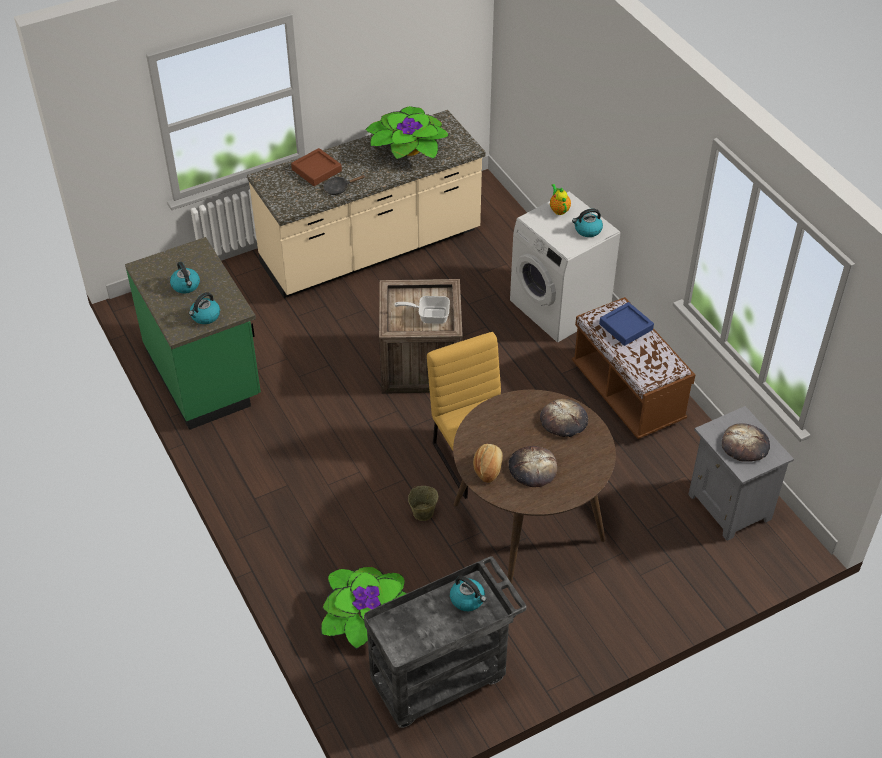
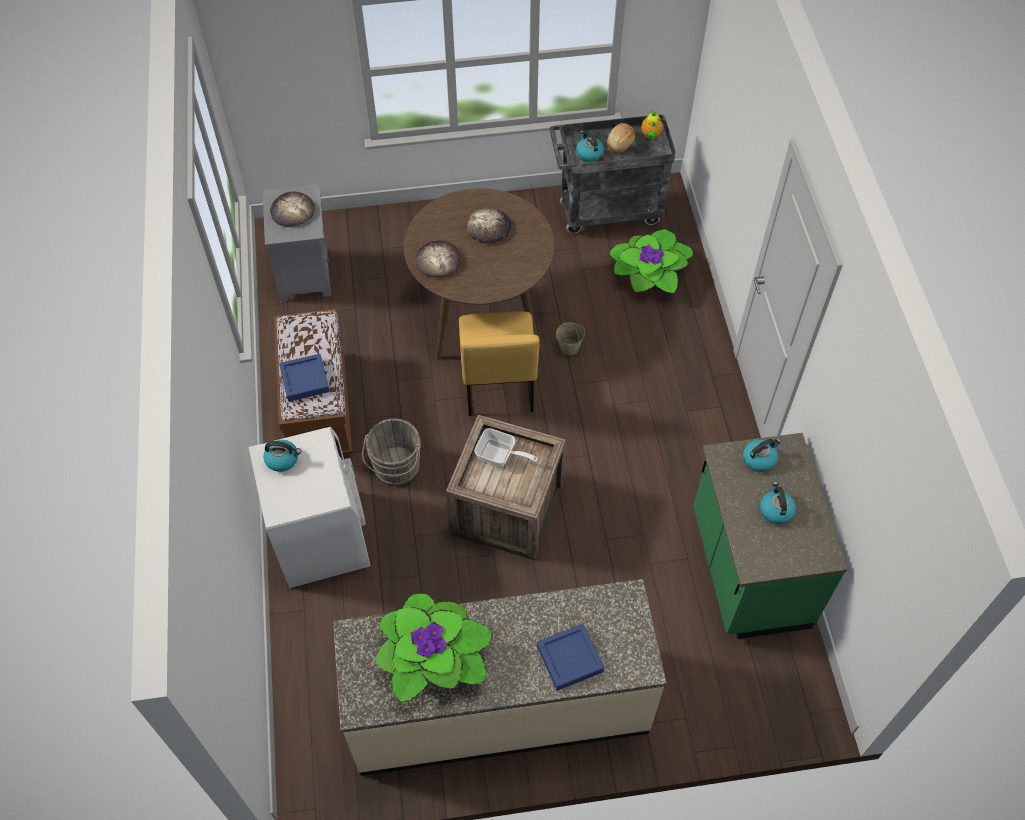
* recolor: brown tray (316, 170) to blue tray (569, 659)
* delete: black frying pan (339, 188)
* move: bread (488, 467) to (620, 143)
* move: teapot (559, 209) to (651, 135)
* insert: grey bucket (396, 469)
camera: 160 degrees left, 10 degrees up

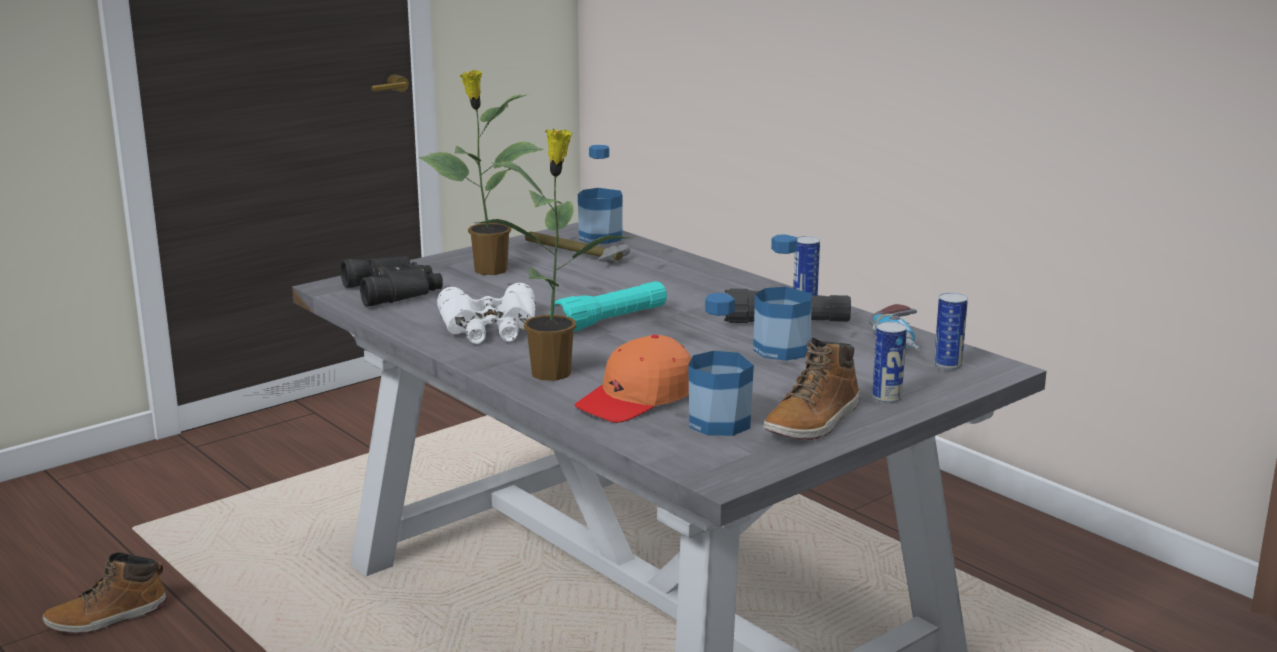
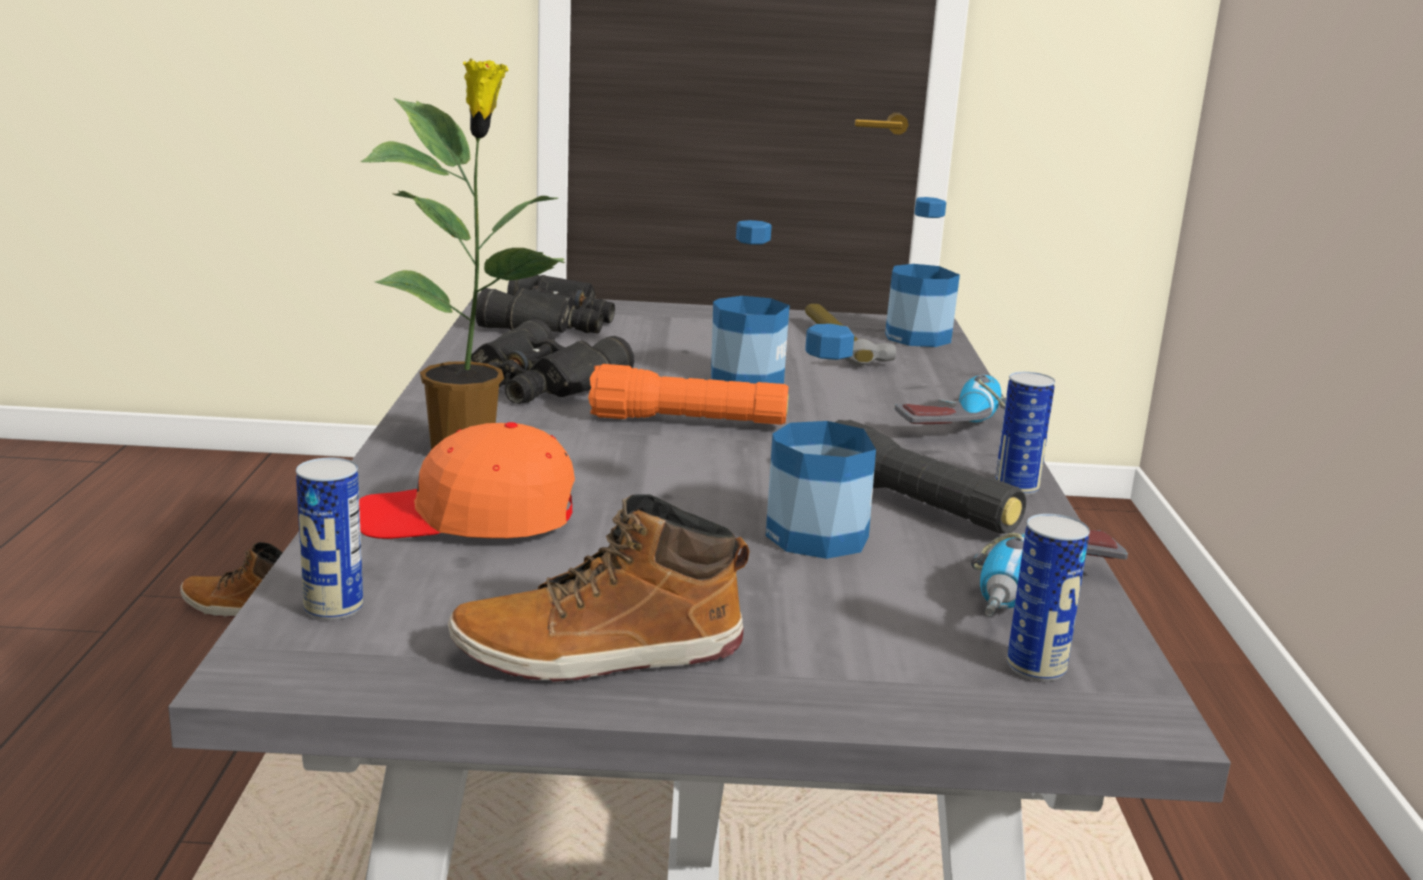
* delete: potted plant (488, 270)
* recolor: white binoculars (490, 328) to black binoculars (538, 385)
* recolor: turquoise flashlight (610, 321) to orange flashlight (688, 422)
* move: bottle (719, 423) to (747, 380)
* move: can (886, 398) to (333, 608)
* insert: power drill (953, 421)
camera: 40 degrees right, 0 degrees up

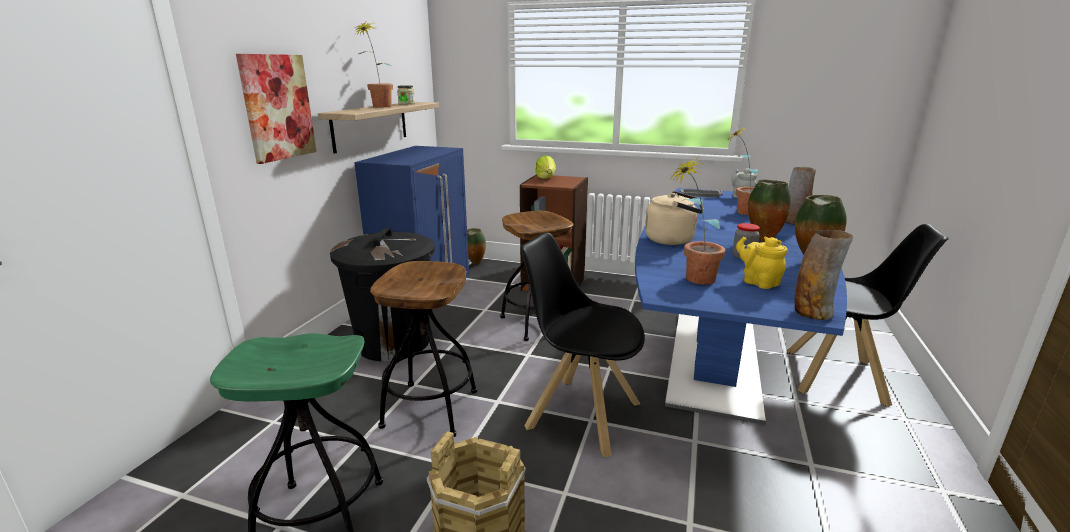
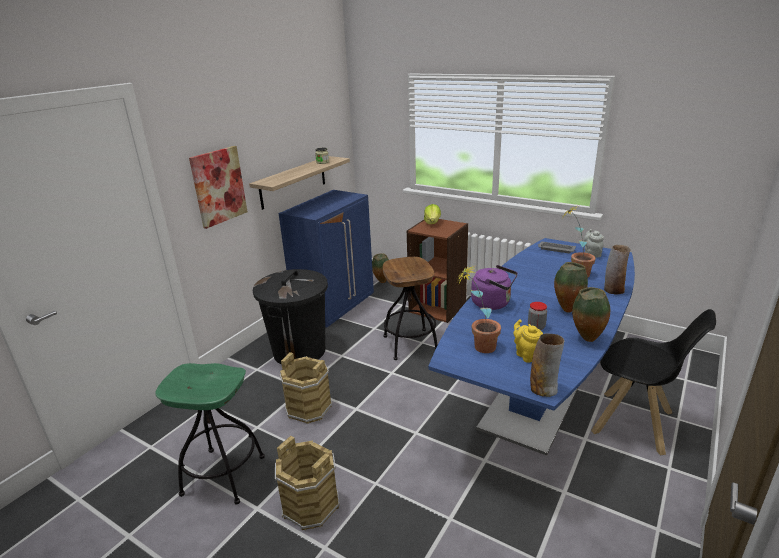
* delete: potted plant (379, 107)
* replace: brown stool (430, 408) to brown bucket (309, 407)
* delete: black chair (580, 413)
* recolor: beige kettle (673, 240) to purple kettle (493, 303)
camera: 15 degrees right, 5 degrees up

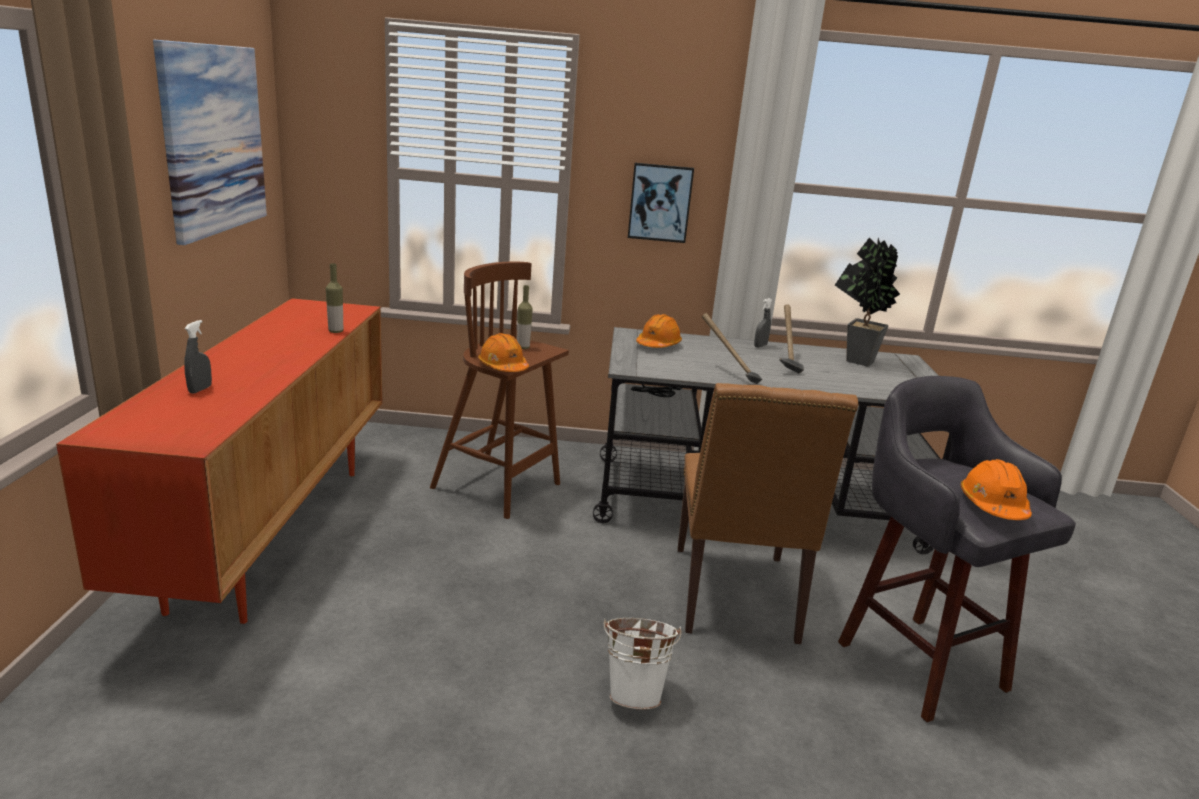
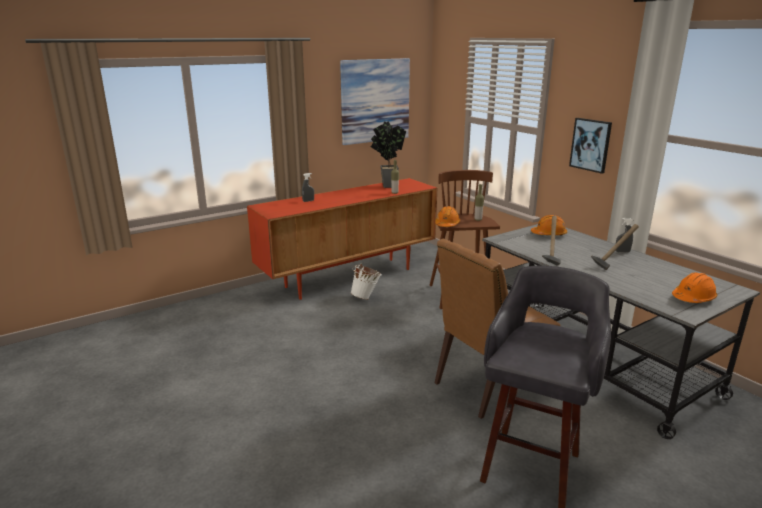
* move: white bucket (635, 693) to (366, 297)
* move: potted plant (856, 361) to (386, 185)
* move: orange hard hat (993, 505) to (693, 298)
camera: 55 degrees right, 0 degrees up

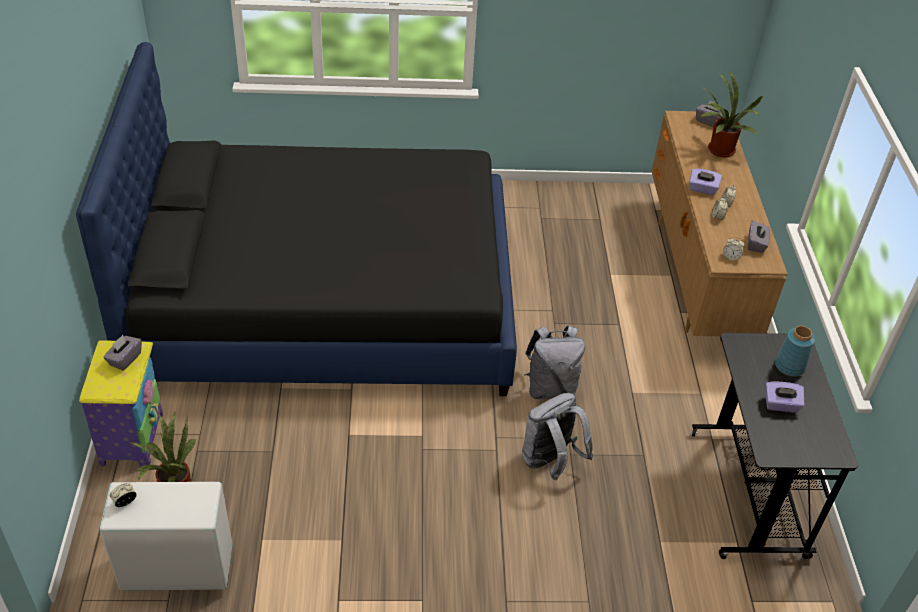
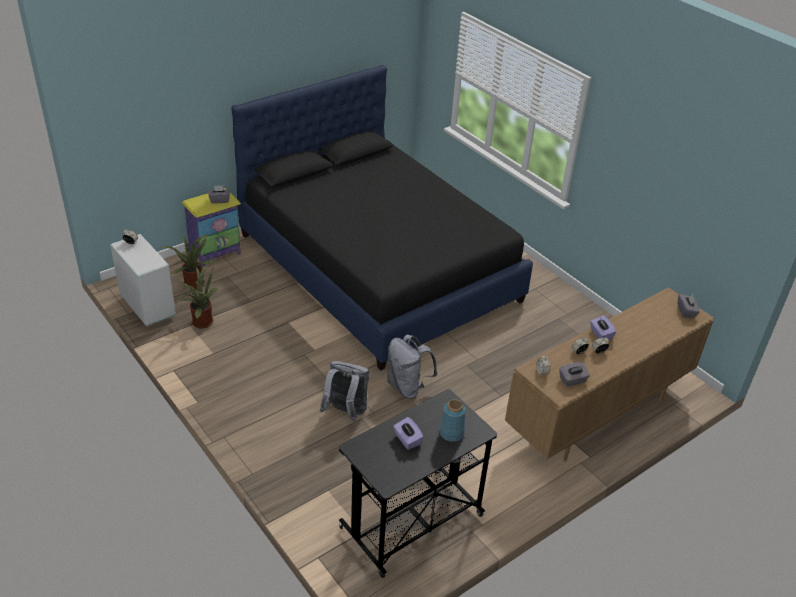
* move: potted plant (718, 151) to (200, 321)
camera: 55 degrees right, 5 degrees down

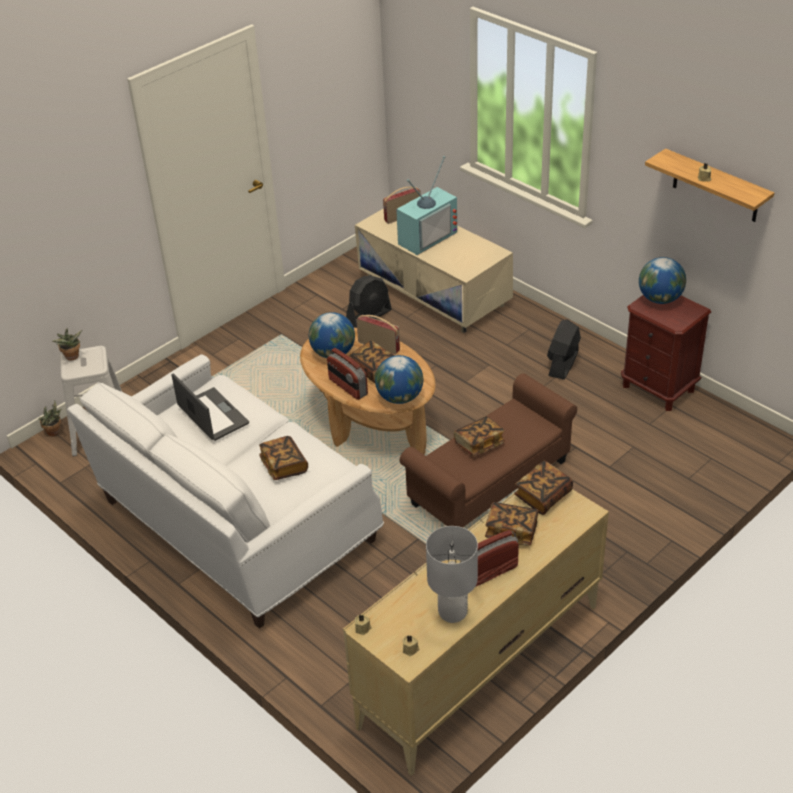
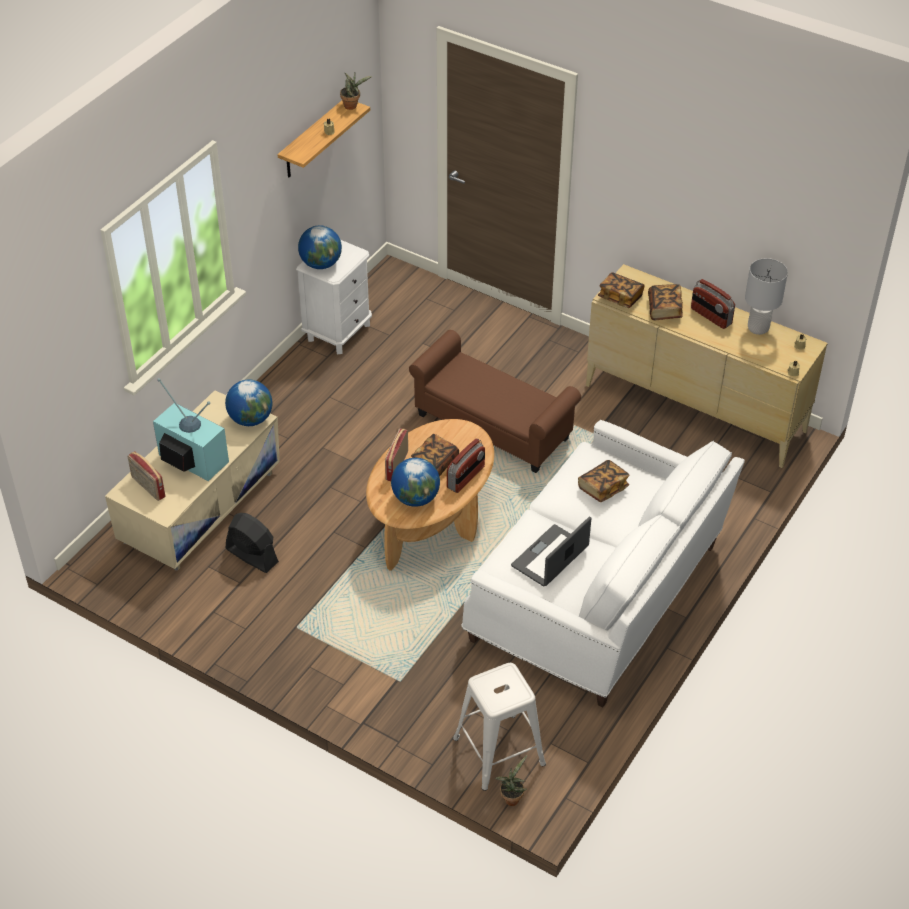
* move: potted plant (72, 358) to (352, 105)
* move: globe (400, 397) to (251, 419)
* delete: book (479, 444)
* delete: black fan (563, 363)
* recolor: brown nightstand (658, 388) to white nightstand (338, 332)
camera: 105 degrees left, 5 degrees up

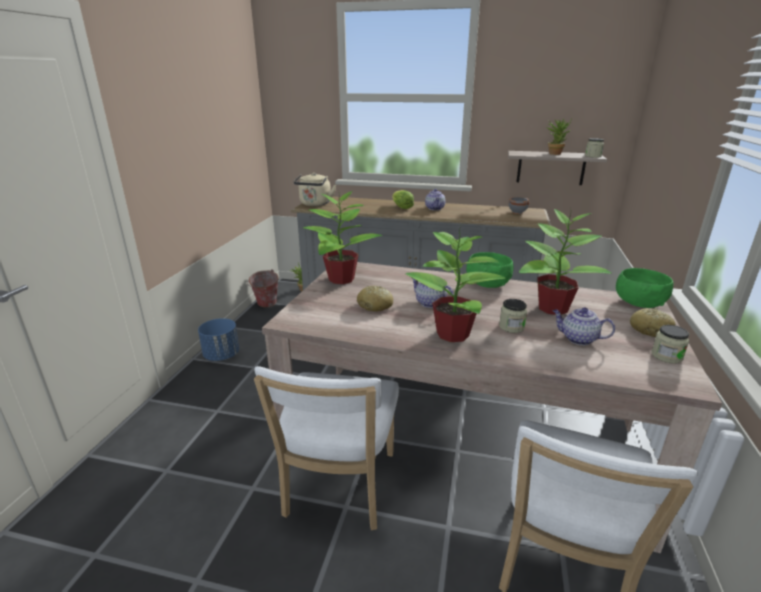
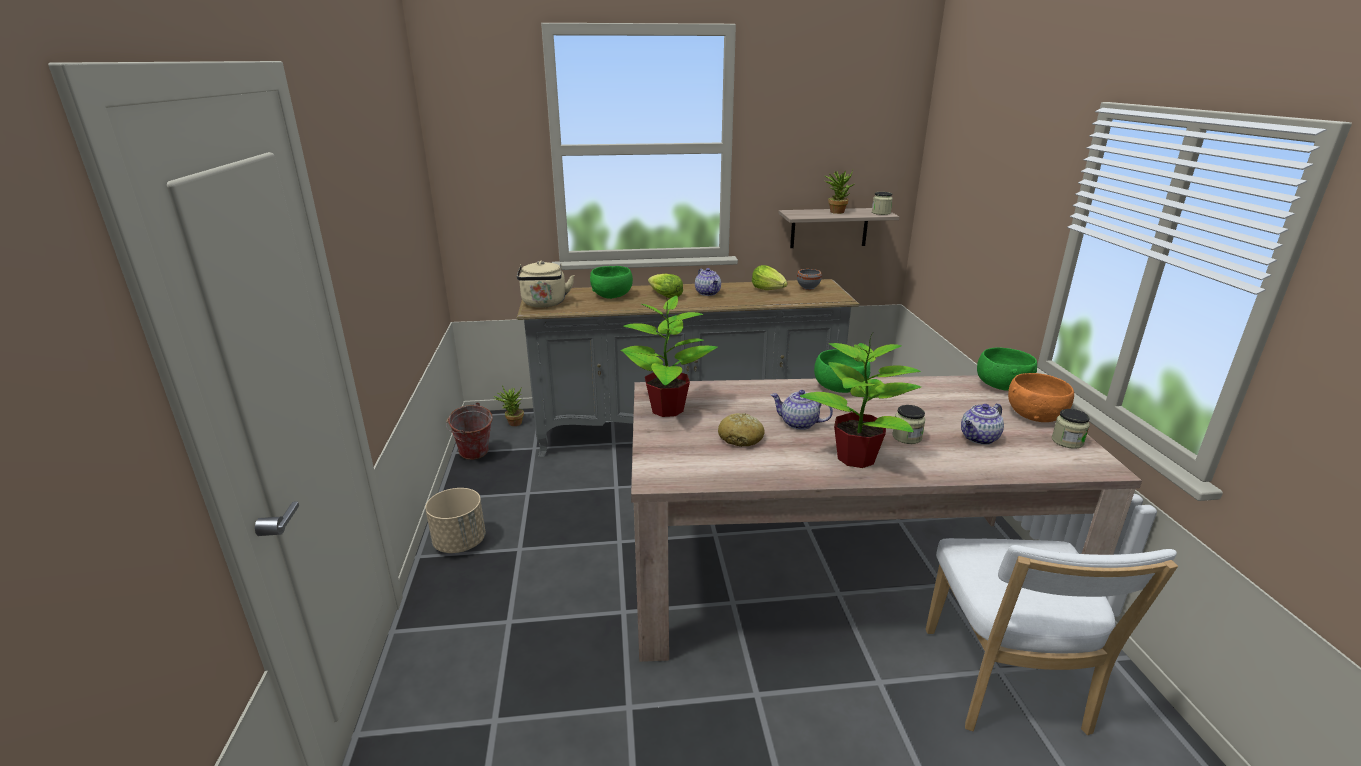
* recolor: blue planter (222, 355) to beige planter (460, 542)
* delete: white chair (338, 488)
* delete: potted plant (551, 308)
* rotate: teapot (578, 339) = (979, 438) 45 degrees counterclockwise
* replace: bread (651, 330) to orange bowl (1034, 415)
* insert: green bowl (612, 295)
* insert: lettuce (769, 289)
camera: 20 degrees left, 0 degrees up

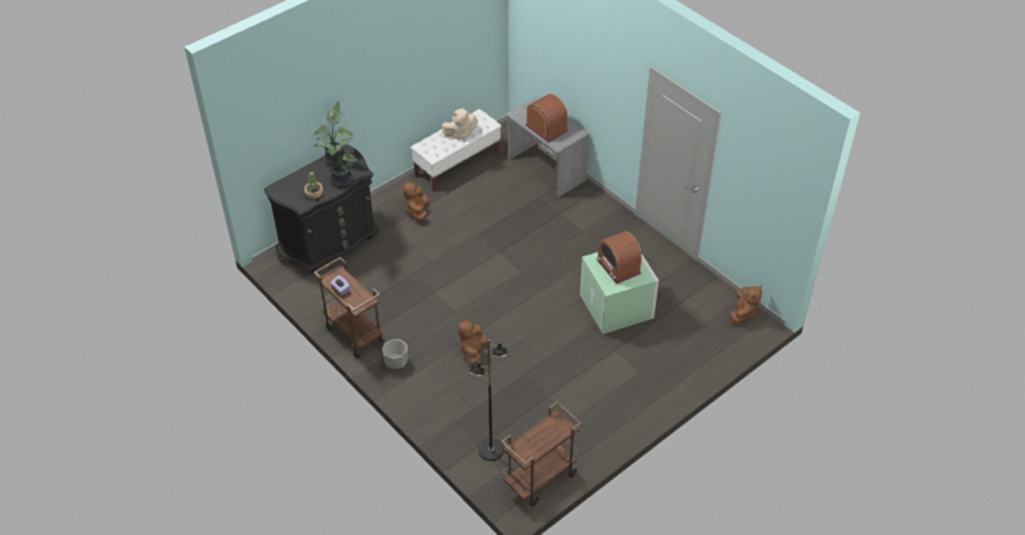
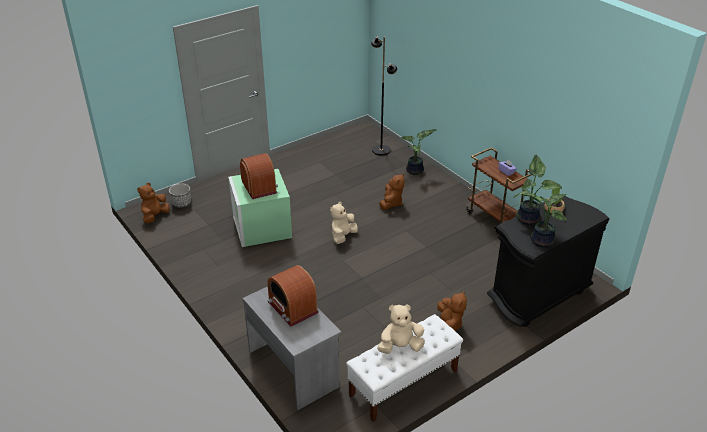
* move: planter (396, 362) to (181, 203)
* delete: brown cart (539, 481)
* insert: beige plush toy (343, 236)
* insert: potted plant (416, 171)
camera: 175 degrees left, 10 degrees down

